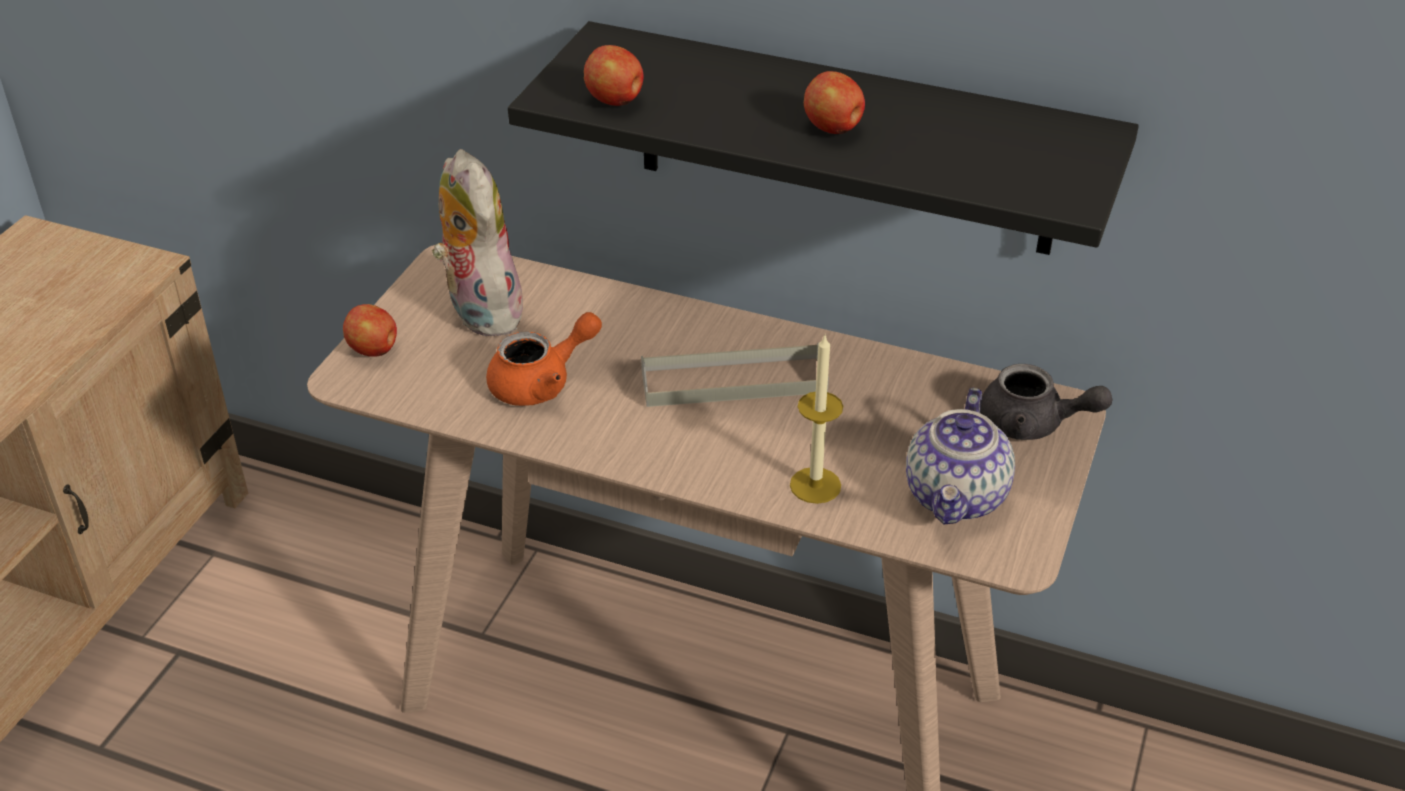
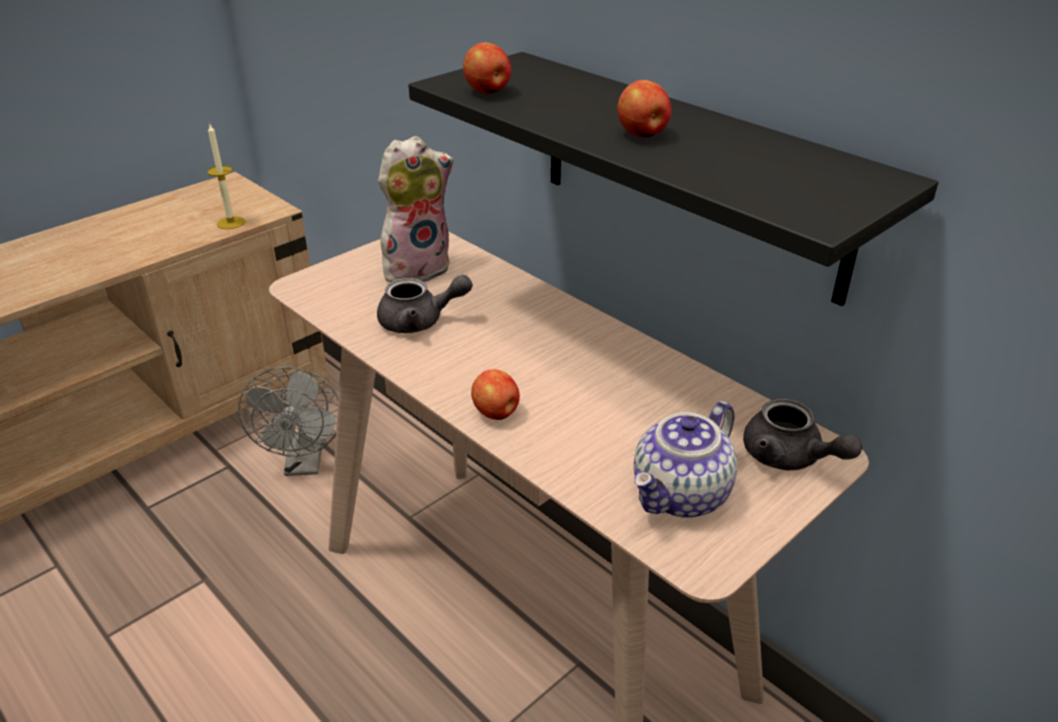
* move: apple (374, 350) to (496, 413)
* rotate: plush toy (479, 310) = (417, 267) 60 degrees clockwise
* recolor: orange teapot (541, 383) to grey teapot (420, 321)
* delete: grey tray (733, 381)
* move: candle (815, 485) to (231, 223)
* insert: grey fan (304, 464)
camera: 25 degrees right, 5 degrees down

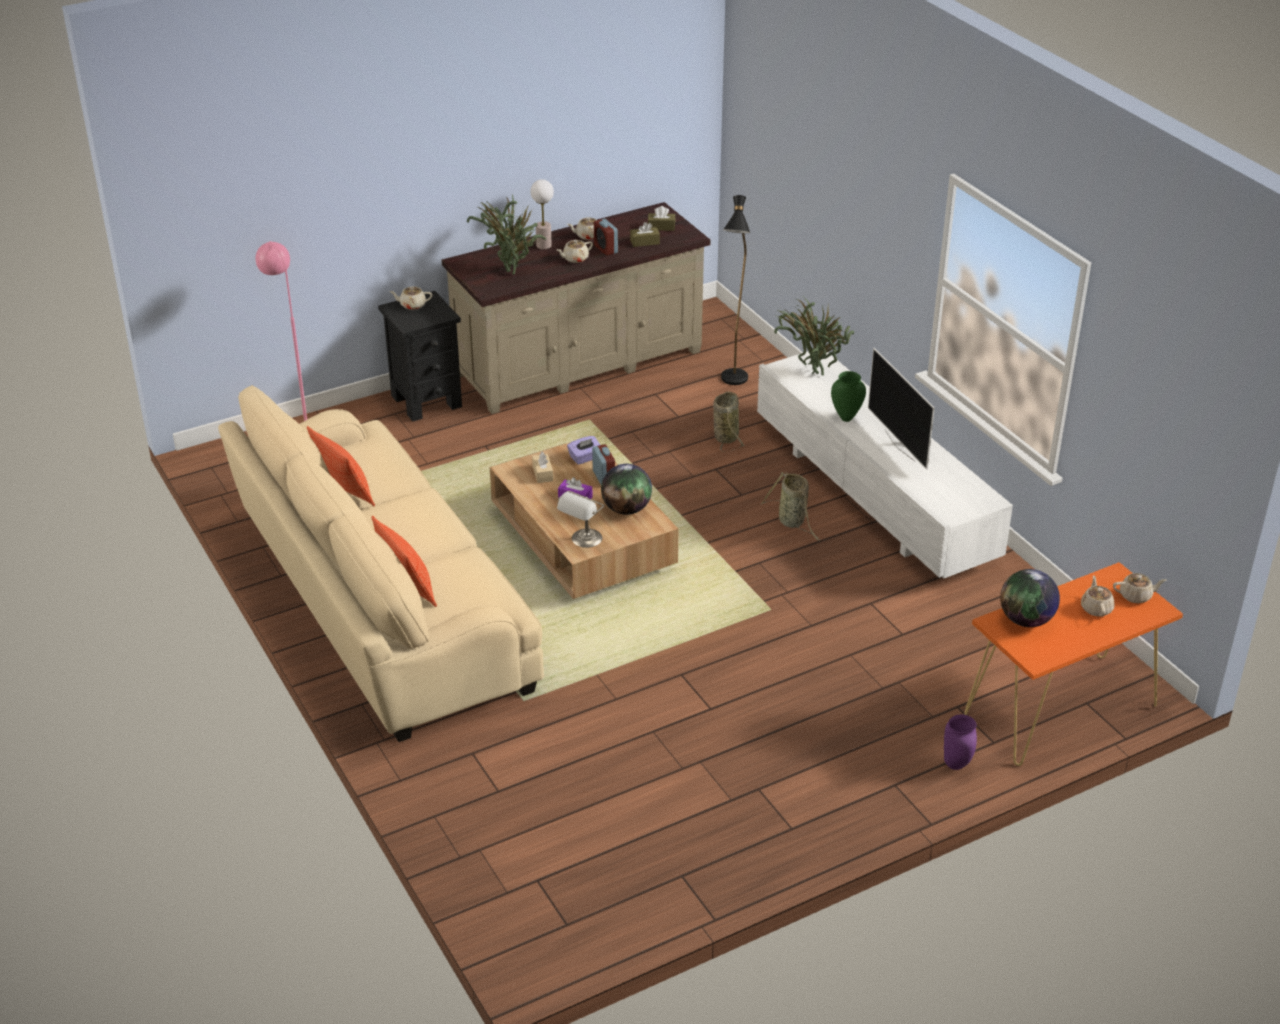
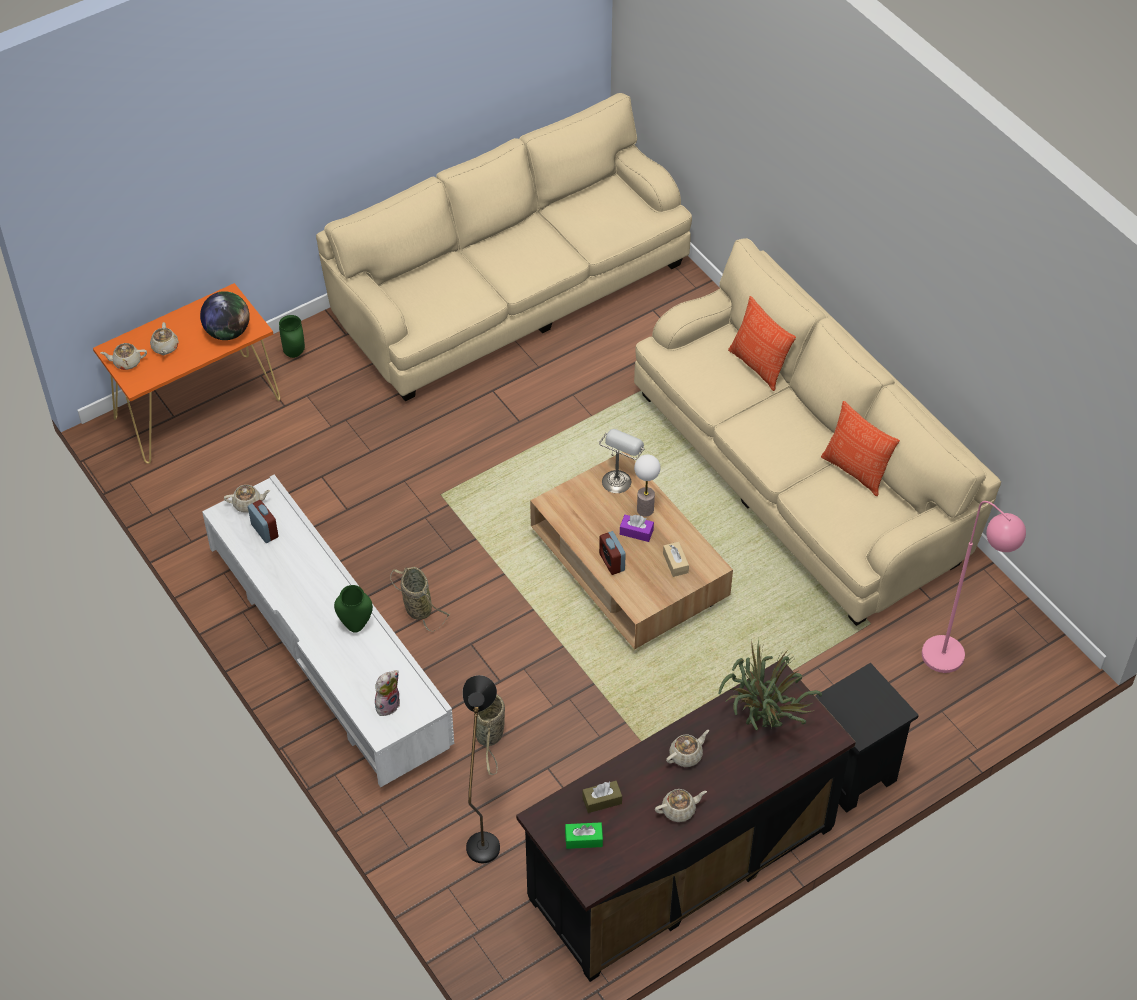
* move: beige teapot (412, 305) to (248, 504)
* recolor: beige cabinet (580, 363) to black cabinet (680, 864)
* move: table lamp (544, 245) to (645, 510)
* delete: purple tissue box (585, 458)
* move: alarm clock (605, 249) to (264, 531)
* delete: globe (626, 509)
* recolor: brown tissue box (661, 227) to green tissue box (583, 839)
* replace: potted plant (814, 371) to plush toy (387, 704)
* delete: television (900, 445)
* recolor: purple vase (955, 765) to green vase (295, 353)
* insert: beige sofa (510, 291)
camera: 175 degrees right, 15 degrees up

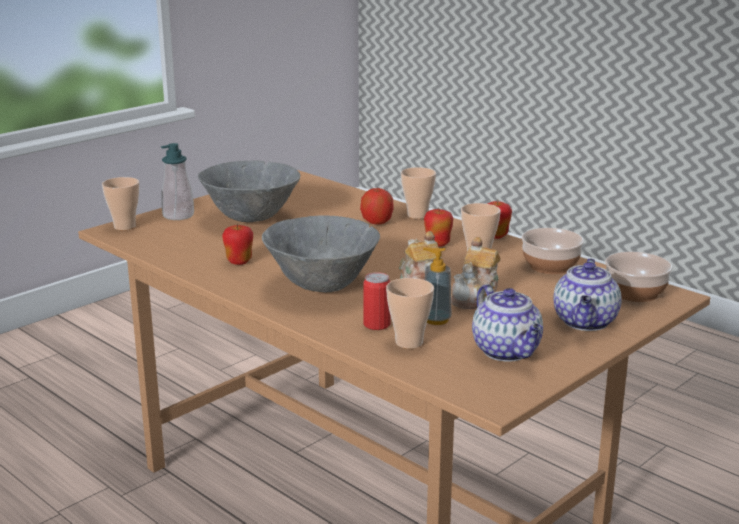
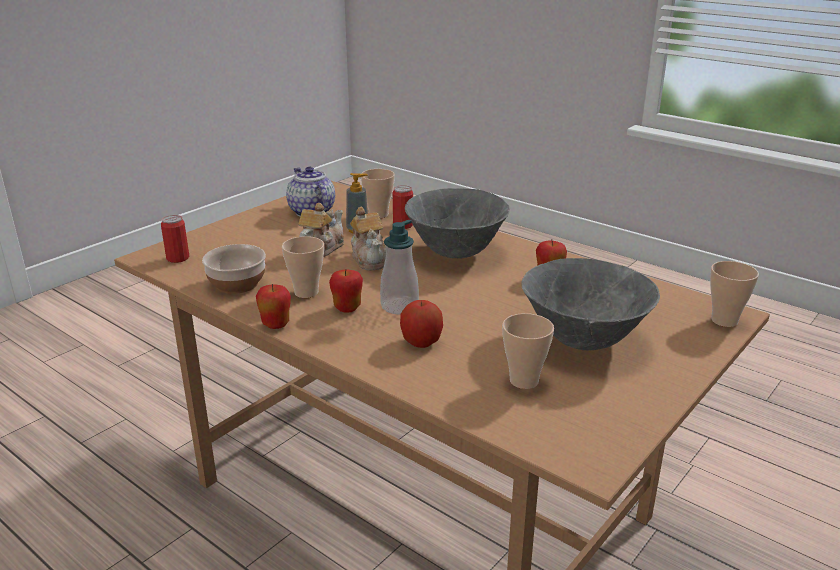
* move: soap dispenser (178, 215) to (399, 306)
* move: cup (417, 215) to (524, 381)
* delete: teapot (585, 322)
* replace: bowl (636, 293) to can (178, 258)
camera: 175 degrees right, 5 degrees up

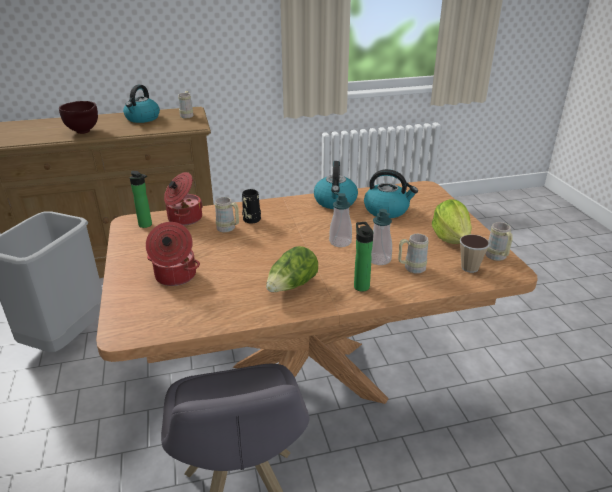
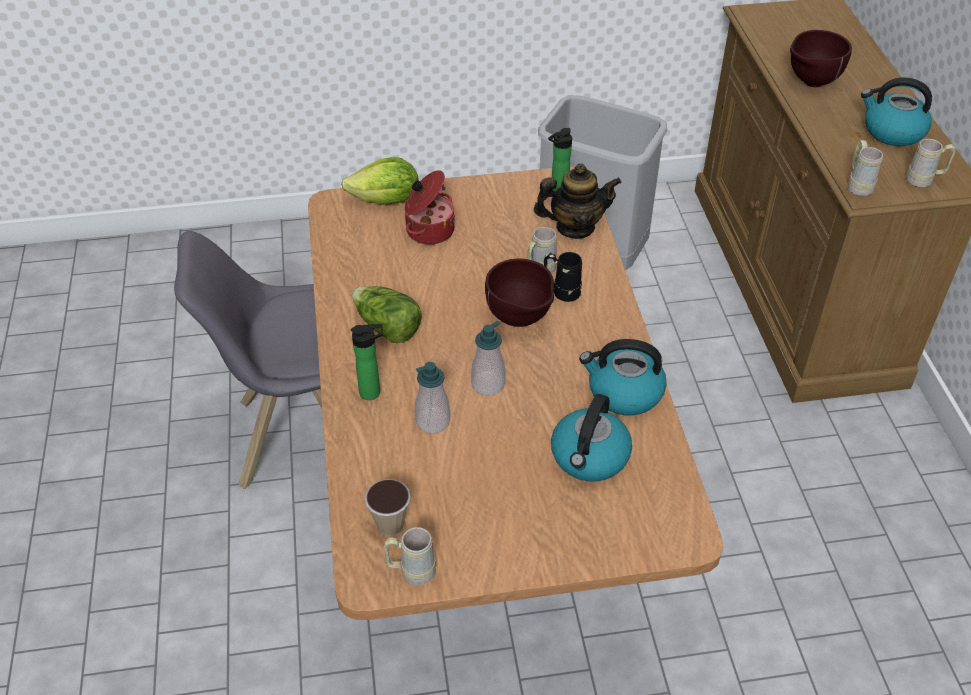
* replace: cooking pot (184, 218) to teapot (575, 227)
* move: beige mug (410, 268) to (858, 185)
* move: lettuce (450, 238) to (386, 201)
* insert: brown bowl (520, 320)
camera: 95 degrees right, 15 degrees up

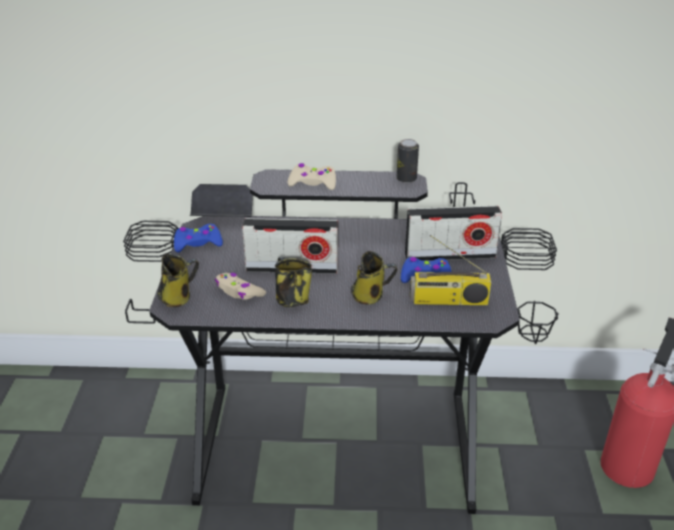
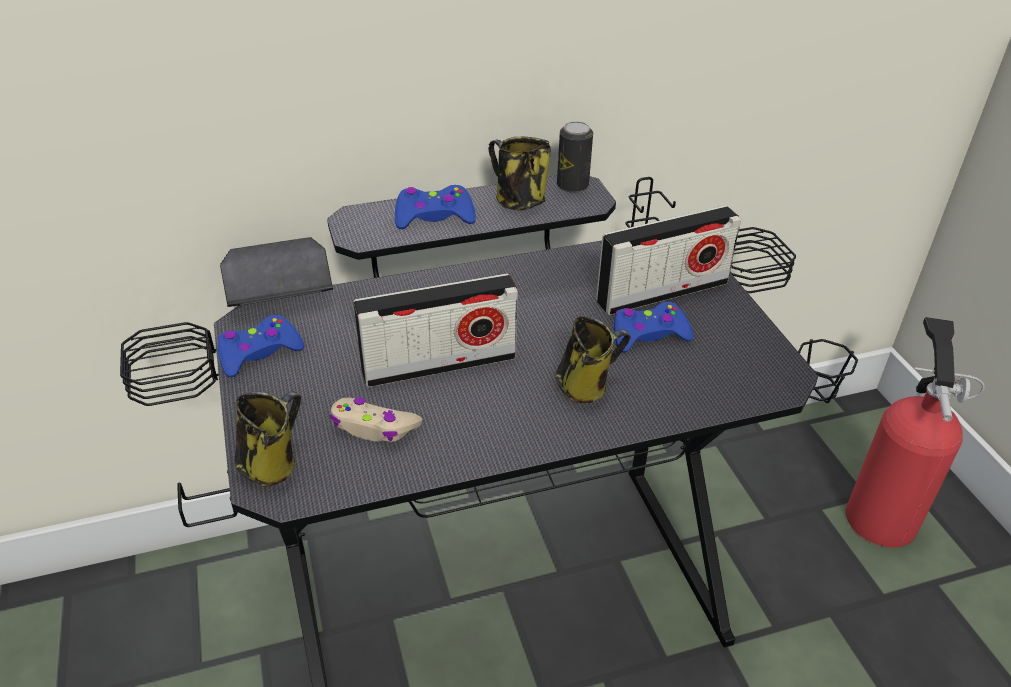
* move: mug (291, 299) to (517, 201)
* recolor: beige game controller (313, 183) to blue game controller (434, 217)
* delete: radio (448, 301)
camera: 20 degrees left, 5 degrees up

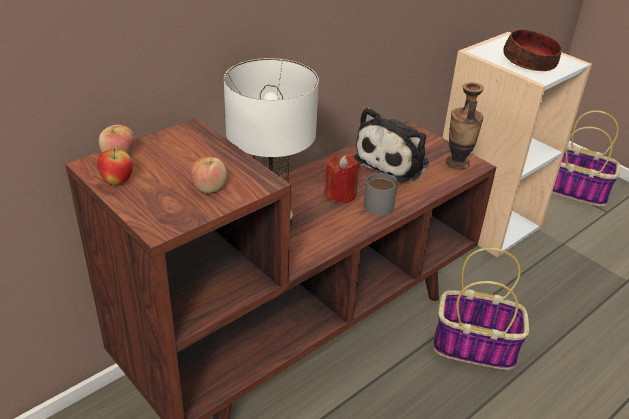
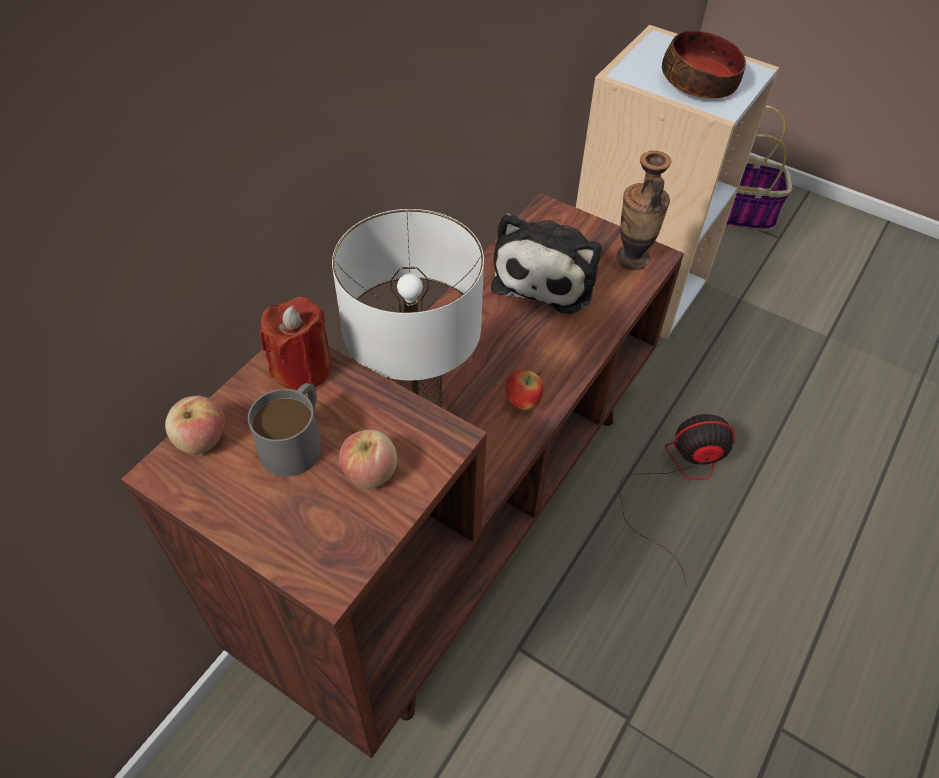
* move: apple (117, 182) to (522, 402)
* move: red candle (341, 194) to (302, 368)
* move: grey mug (382, 203) to (297, 440)
* replace: basket (475, 347) to fan (678, 481)
camera: 15 degrees left, 15 degrees up

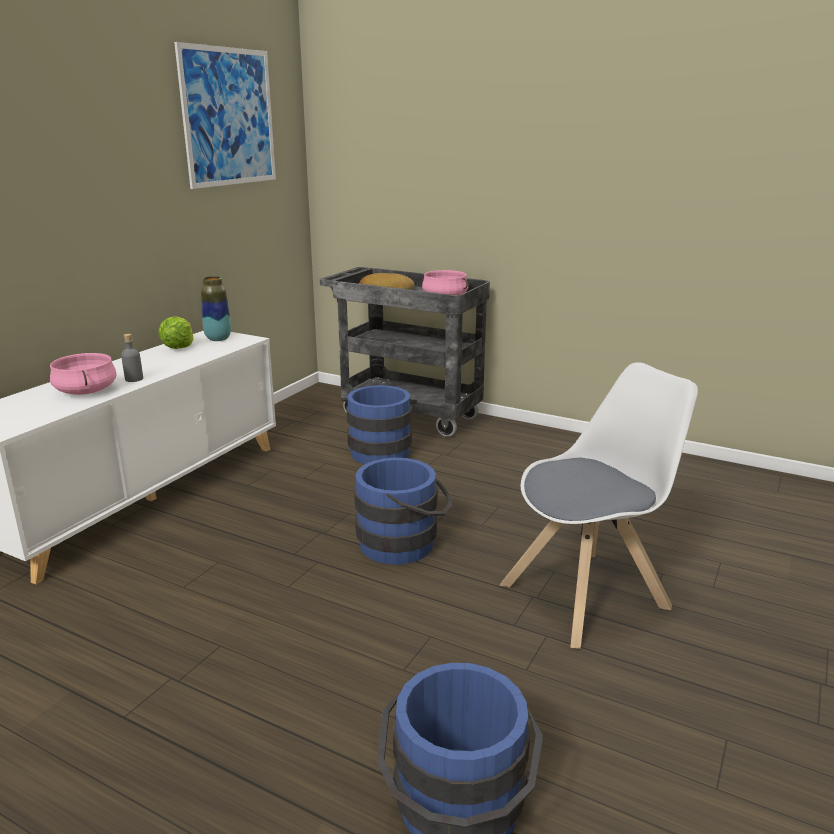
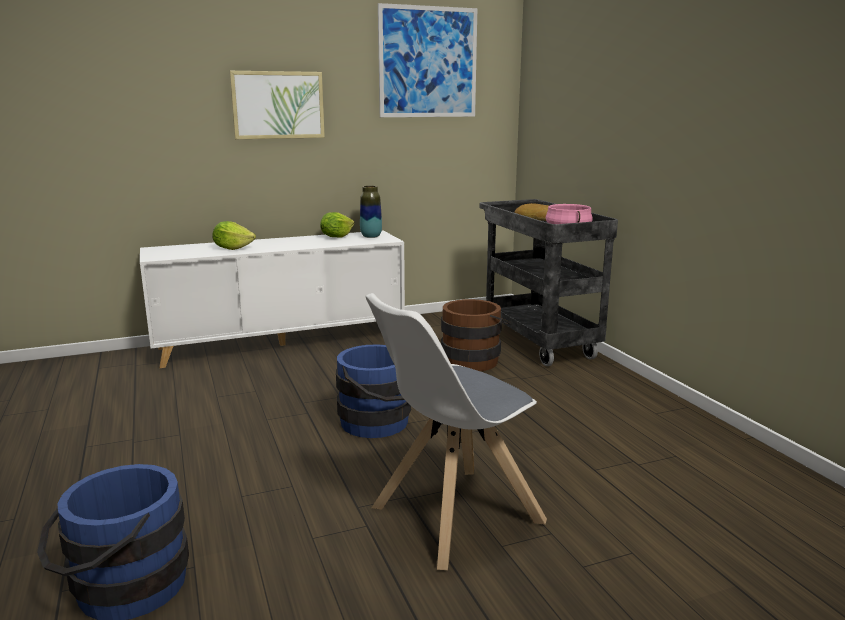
* replace: pink cooking pot (85, 391) to lettuce (233, 248)
* delete: grey bottle (134, 379)
* recolor: blue bucket (380, 450) to brown bucket (474, 360)
* rotate: chair (588, 594) = (452, 516) 135 degrees clockwise
* insert: picture (278, 105)
camera: 40 degrees right, 5 degrees down

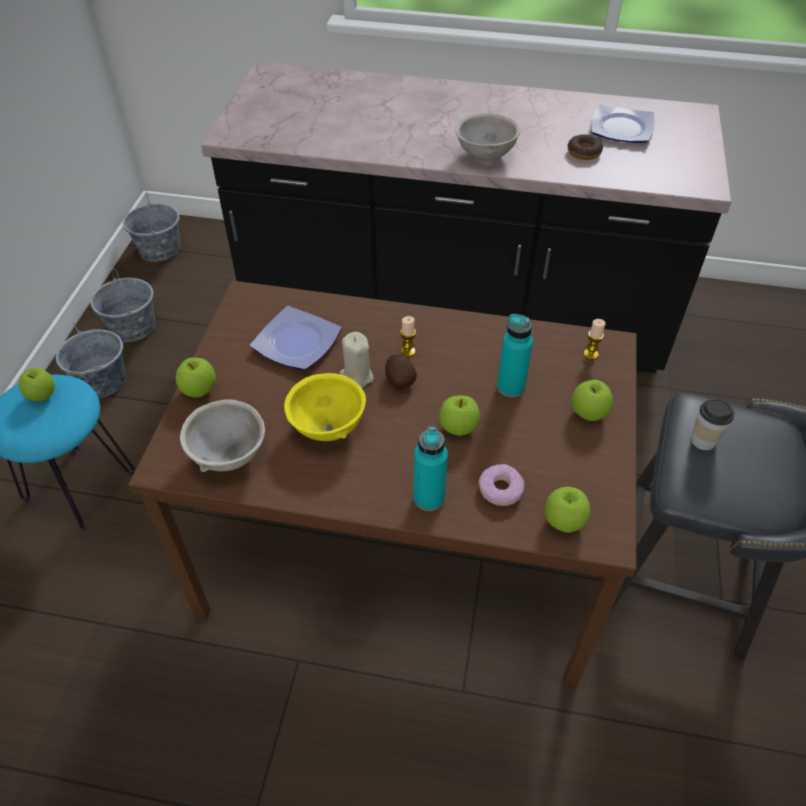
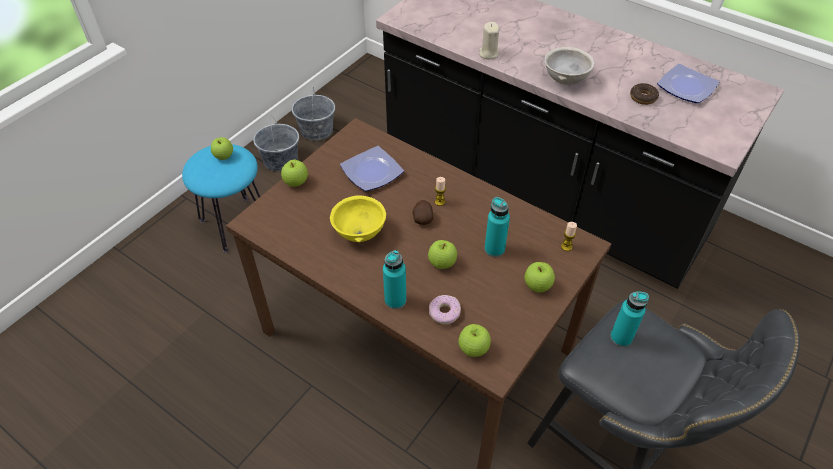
* delete: grey bucket (159, 249)
* delete: grey bowl (230, 455)
* move: beige candle (356, 377) to (488, 54)
* replace: cup (703, 440) to turquoise bottle (621, 337)
camera: 25 degrees right, 0 degrees up

